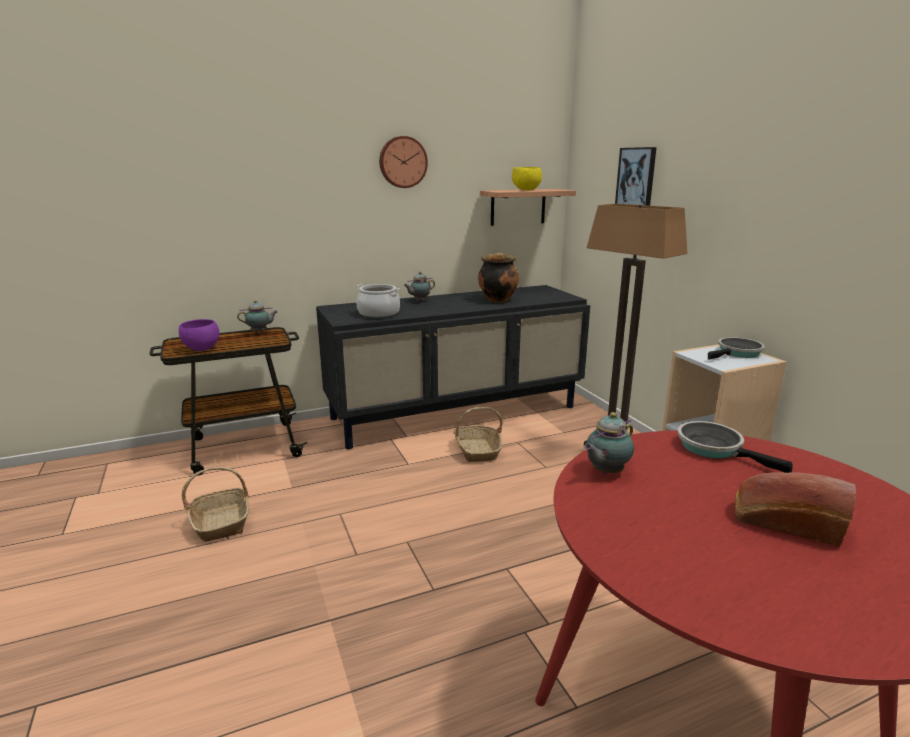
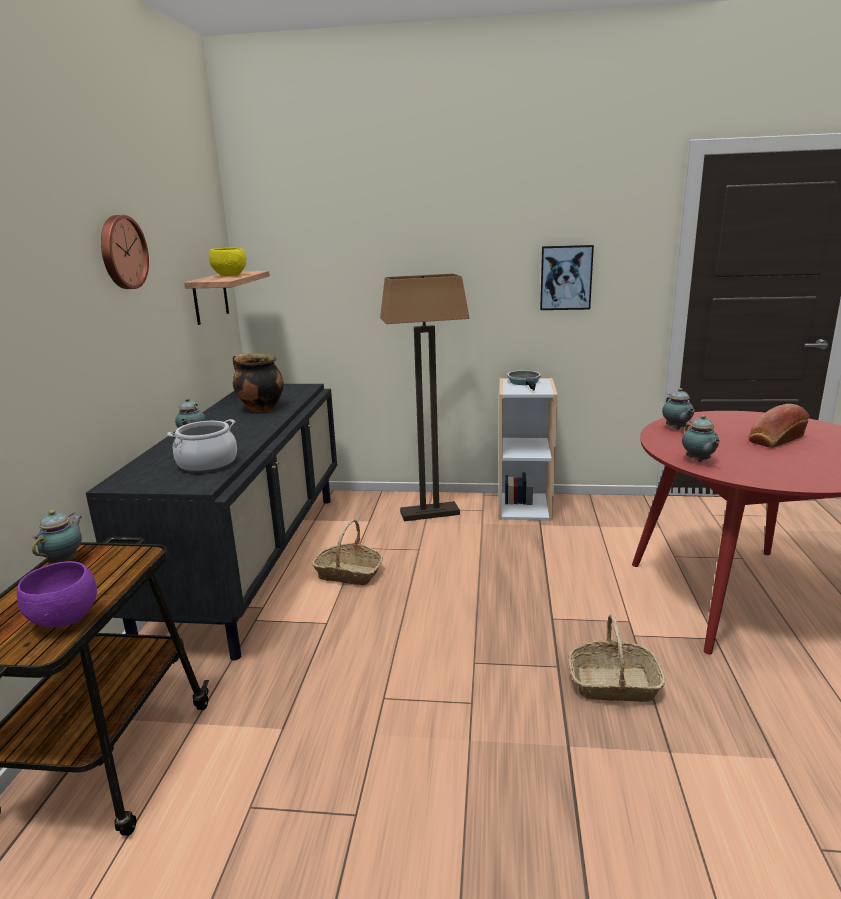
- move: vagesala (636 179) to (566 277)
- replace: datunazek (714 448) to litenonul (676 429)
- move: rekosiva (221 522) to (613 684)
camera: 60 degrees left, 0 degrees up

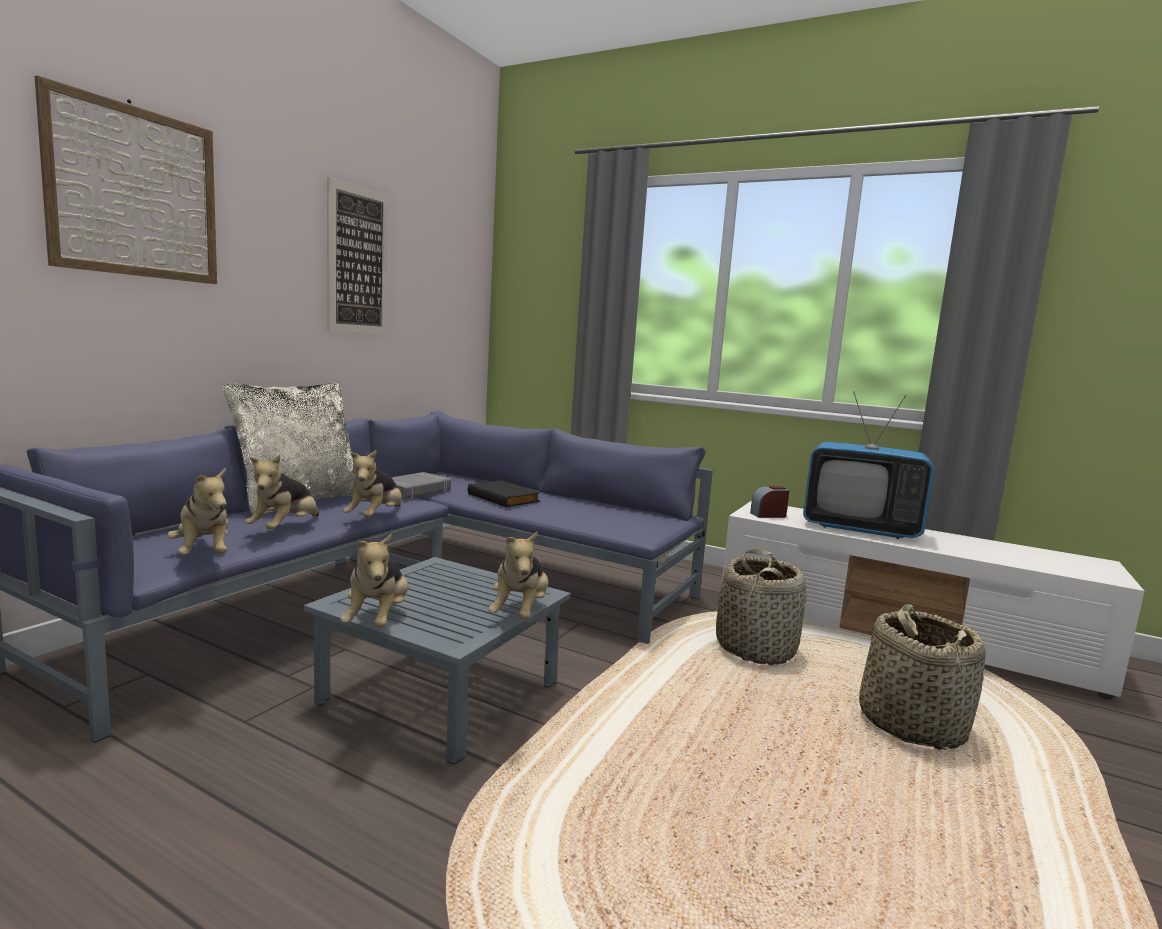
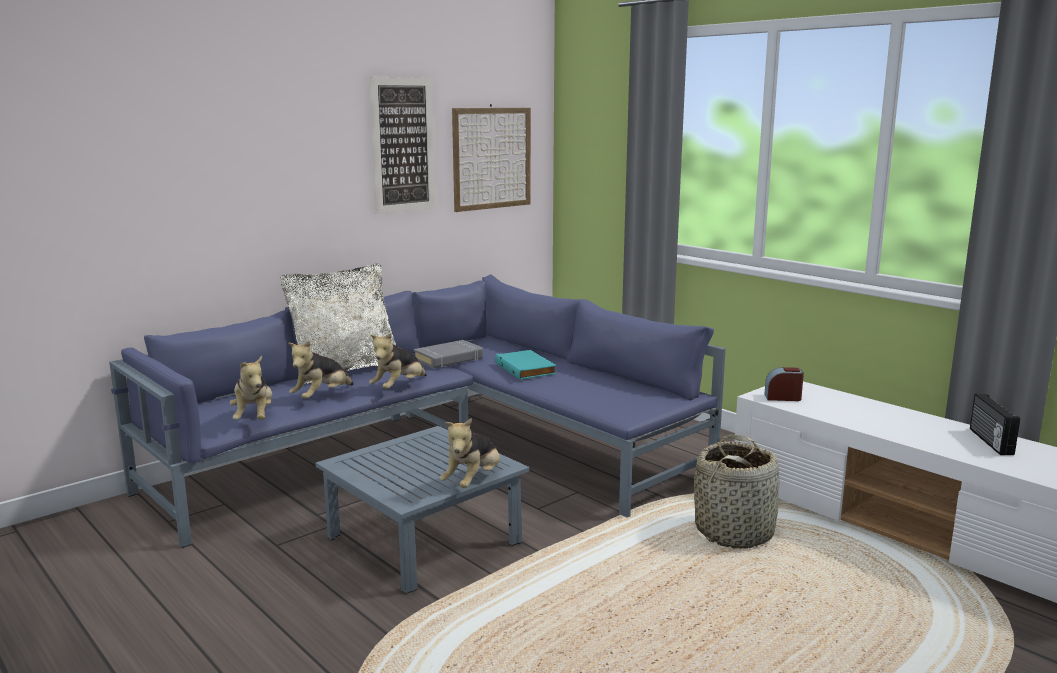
- move: vagesala (135 189) to (491 156)
- delete: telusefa (860 529)
- recolor: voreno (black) (505 498) to voreno (turquoise) (526 368)
- delete: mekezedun (378 620)
- delete: rekosiva (911 724)
- insert: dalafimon (989 441)
camera: 20 degrees right, 5 degrees up

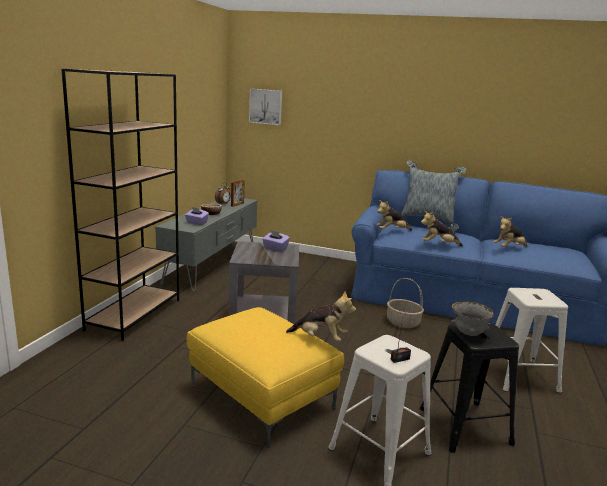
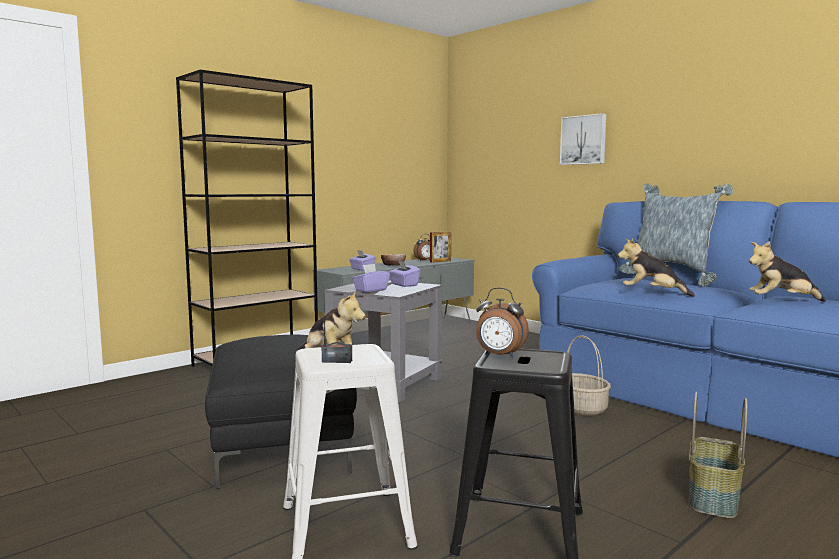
- move: vagesala (266 106) to (584 140)
- delete: mekezedun (392 231)
- replace: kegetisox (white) (519 376) to rekosiva (714 498)
- replace: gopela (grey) (468 334) to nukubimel (499 356)
- recolor: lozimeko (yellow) (259 397) to lozimeko (black) (279 443)
- insert: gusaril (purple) (371 290)
camera: 30 degrees right, 10 degrees down

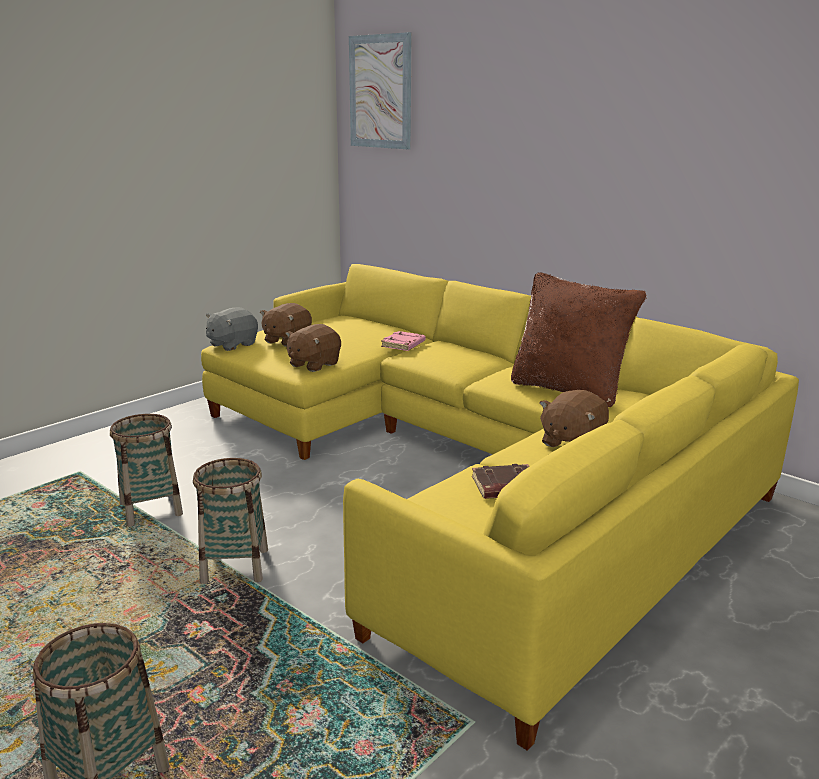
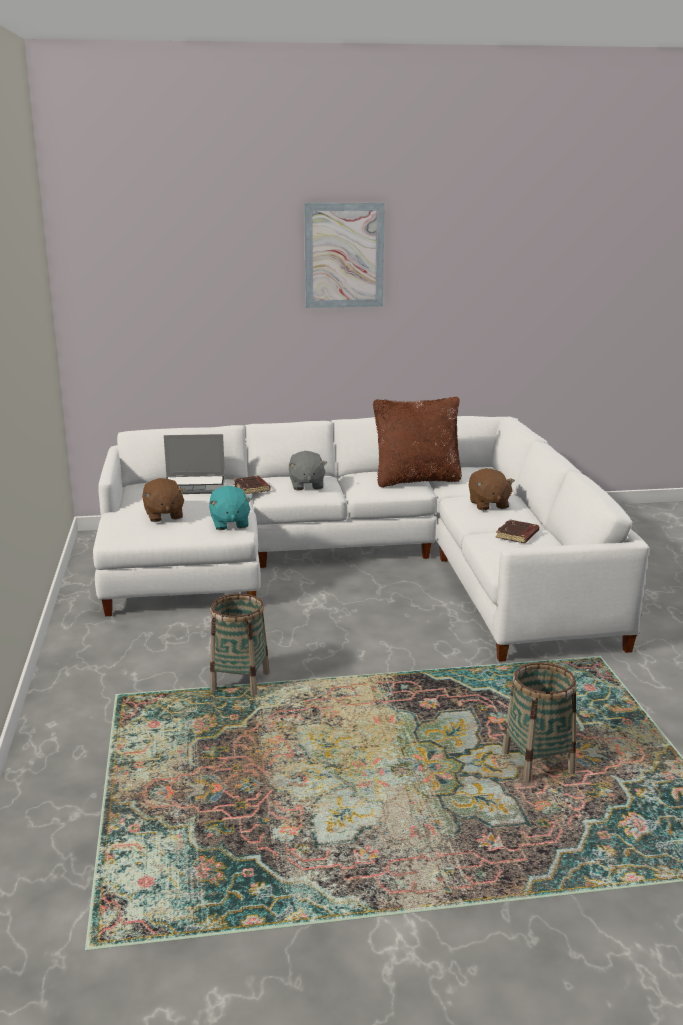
- move: vagesala (380 92) to (344 255)
- recolor: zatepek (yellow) (470 469) to zatepek (white) (360 564)
- move: mekezedun (grey) (232 344) to (306 485)
- recolor: mekezedun (brown) (313 364) to mekezedun (turquoise) (229 523)
- recolor: voreno (pink) (403 345) to voreno (brown) (252 488)
- delete: rekosiva (235 565)
- insert: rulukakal (195 486)
camera: 50 degrees left, 0 degrees up

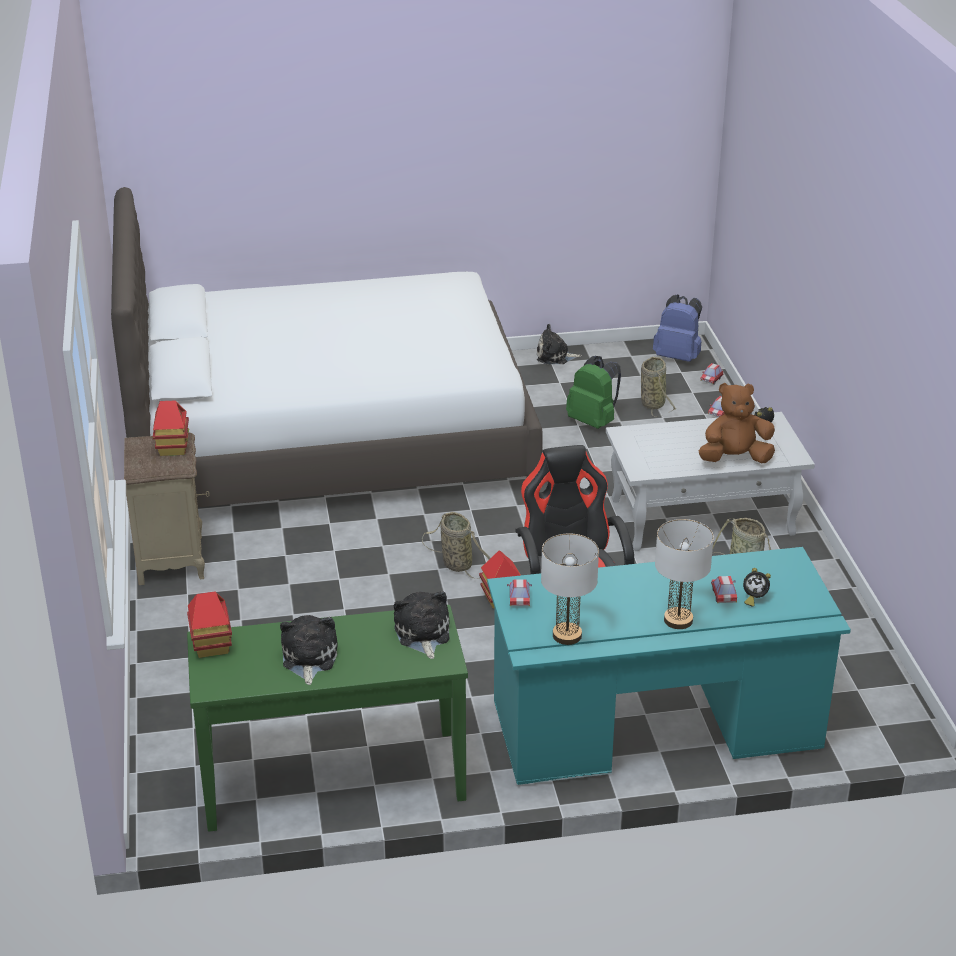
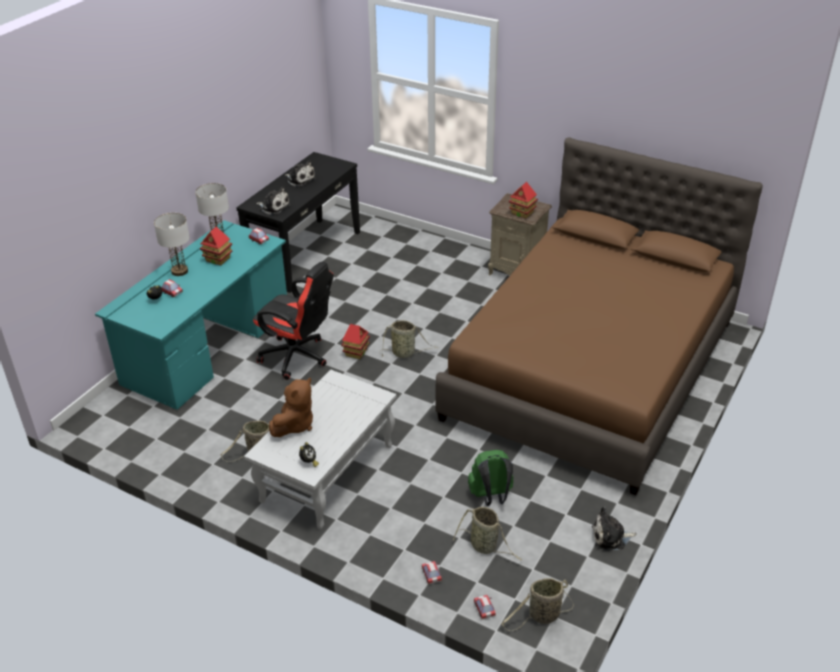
- recolor: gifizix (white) (328 437) to gifizix (brown) (592 369)
- replace: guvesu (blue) (678 357) to rekosiva (542 616)
- rotate: mekezedun (555 356) = (611 537) 135 degrees counterclockwise
- move: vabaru (211 645) to (218 259)
- recolor: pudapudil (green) (333 780) to pudapudil (black) (305 254)
camera: 130 degrees right, 5 degrees up

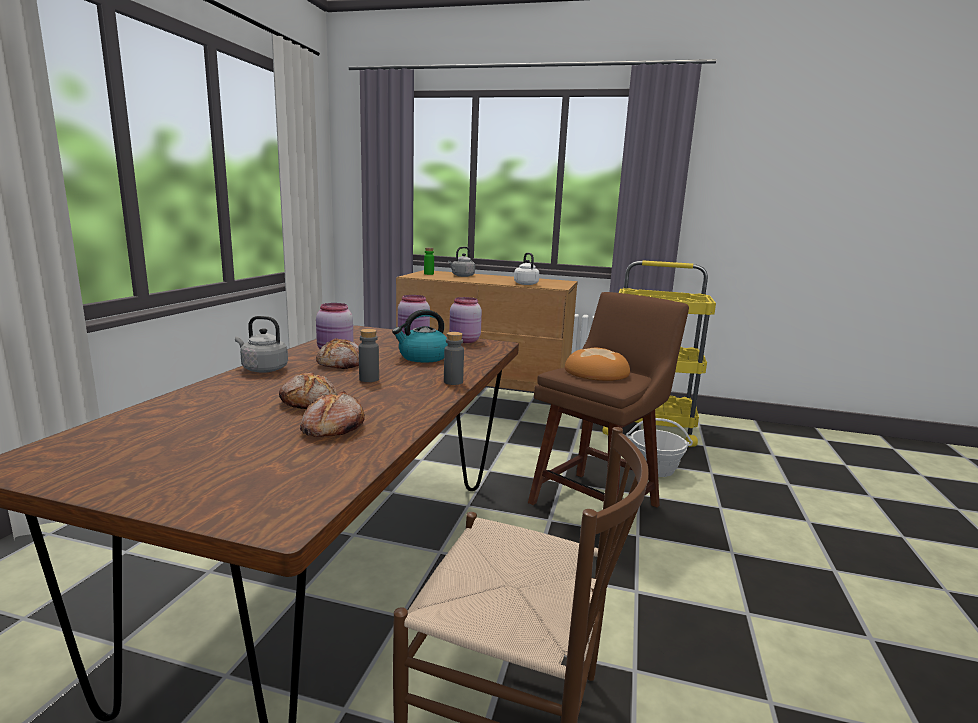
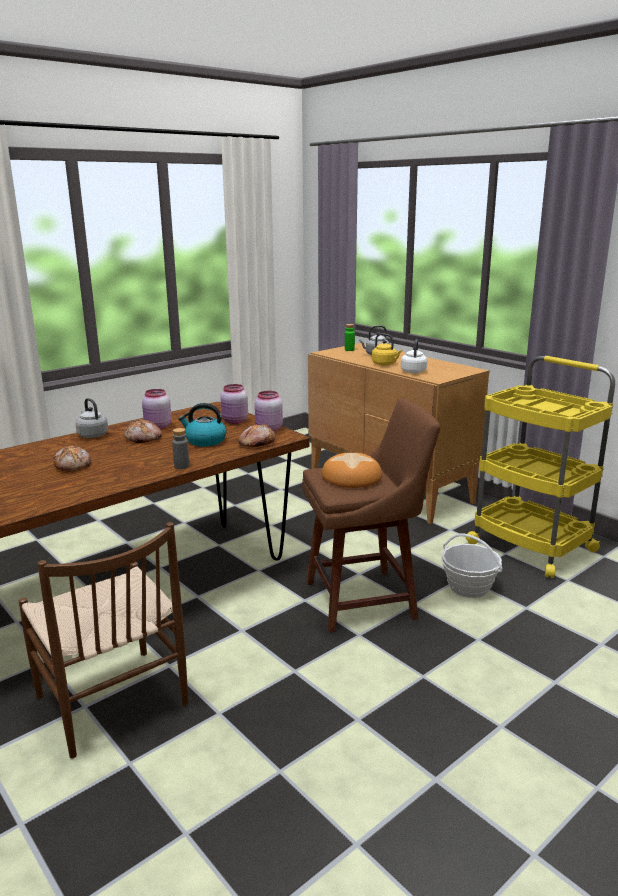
- delete: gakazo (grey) (369 379)
- move: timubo (332 428) to (256 443)
- insert: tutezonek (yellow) (385 364)
camera: 35 degrees right, 5 degrees up

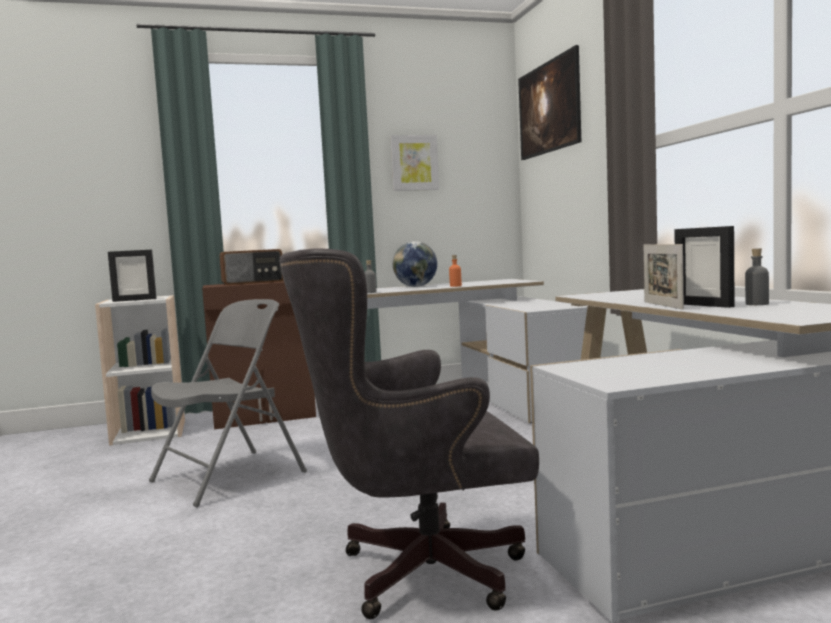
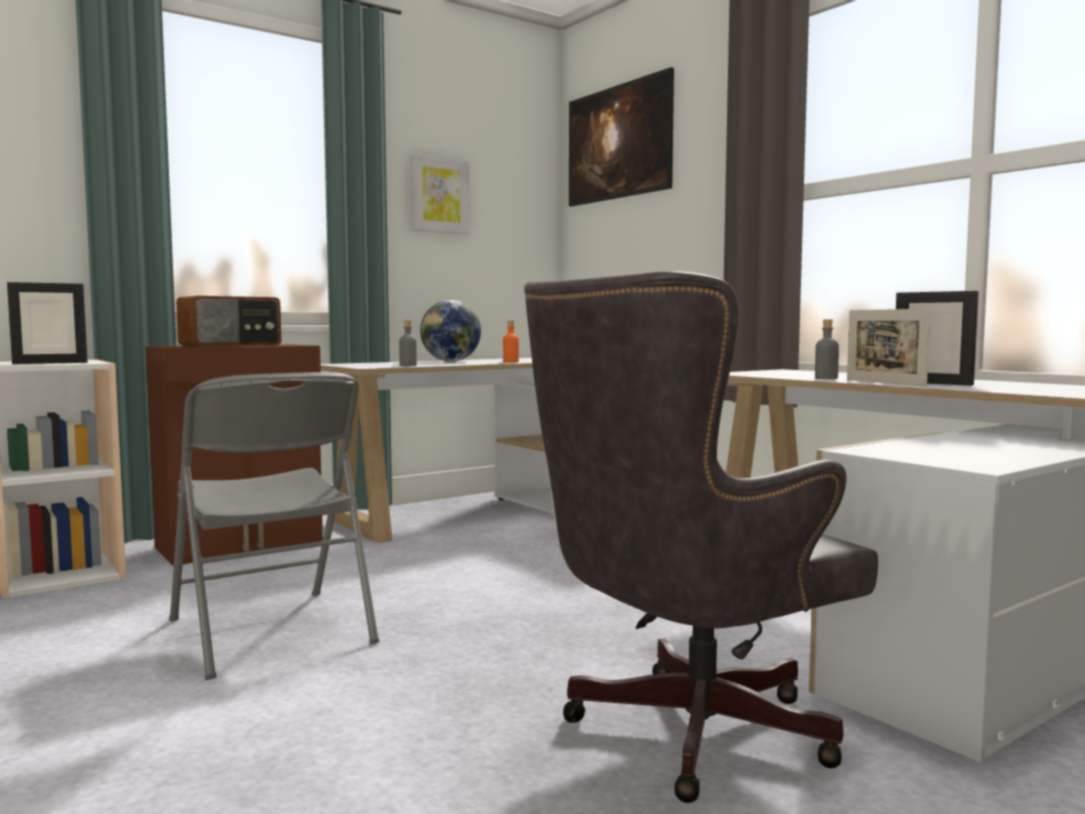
- move: gakazo (grey) (757 304) to (826 378)
- rotate: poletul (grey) (228 477) = (269 631) 120 degrees clockwise
camera: 20 degrees left, 0 degrees up

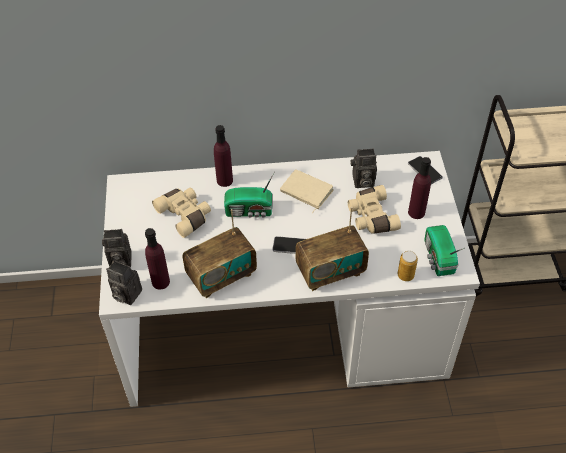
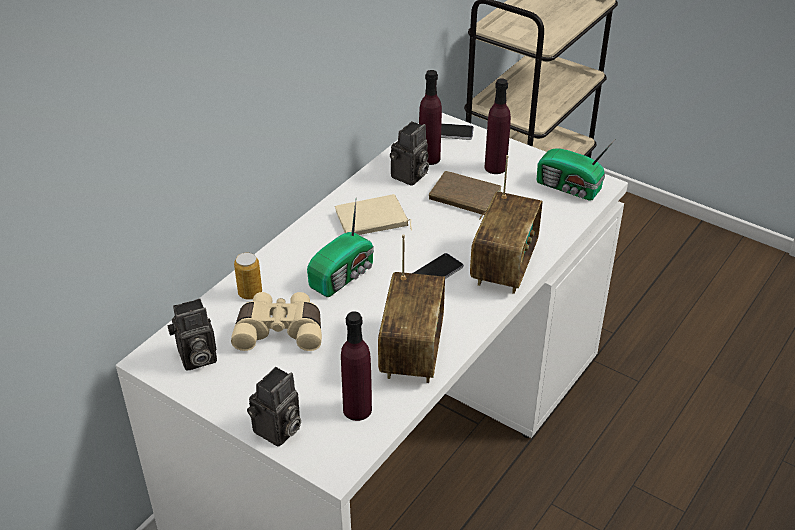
- move: gakazo (purple) (224 180) to (429 158)
- replace: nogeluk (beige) (370 217) to voreno (brown) (464 198)
- move: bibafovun (405 275) to (250 293)
- move: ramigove (125 294) to (196 358)
camera: 50 degrees left, 10 degrees down

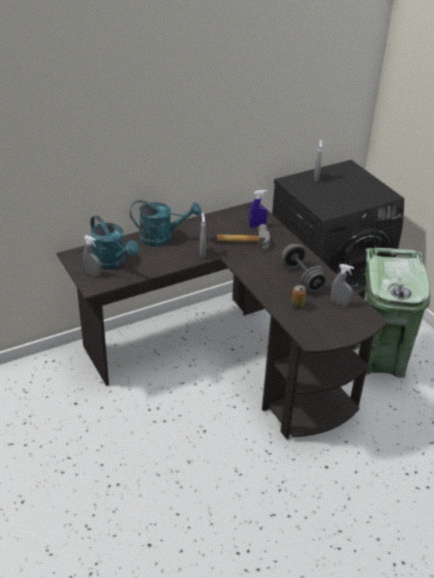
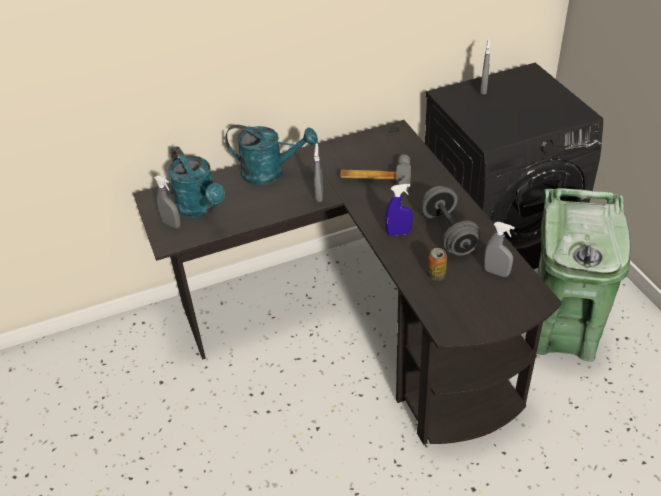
- move: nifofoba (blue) (257 226) to (398 233)
camera: 10 degrees right, 5 degrees up

